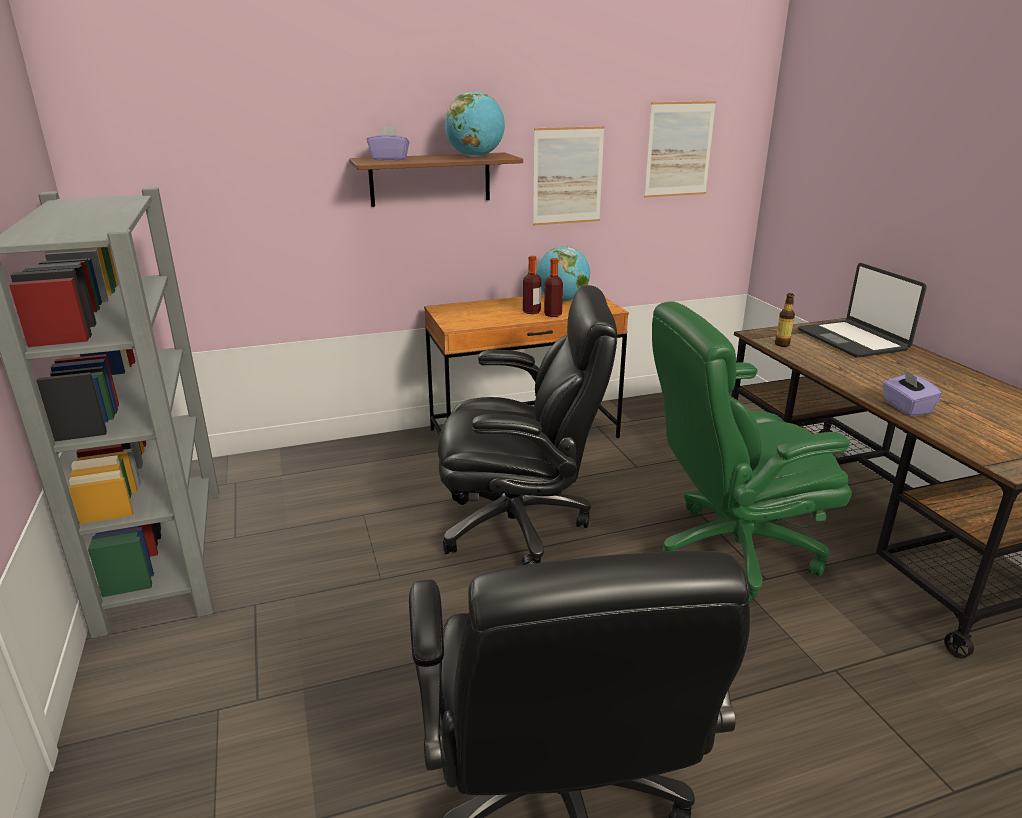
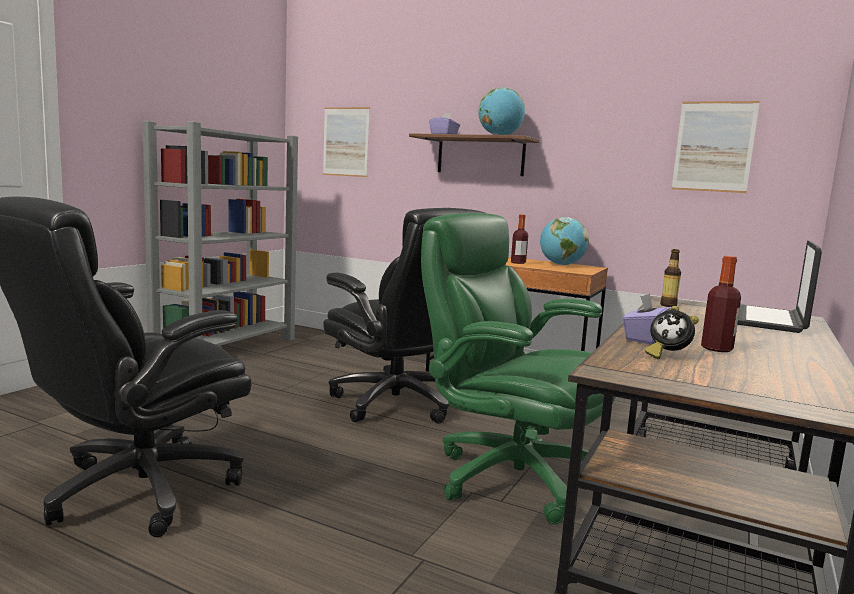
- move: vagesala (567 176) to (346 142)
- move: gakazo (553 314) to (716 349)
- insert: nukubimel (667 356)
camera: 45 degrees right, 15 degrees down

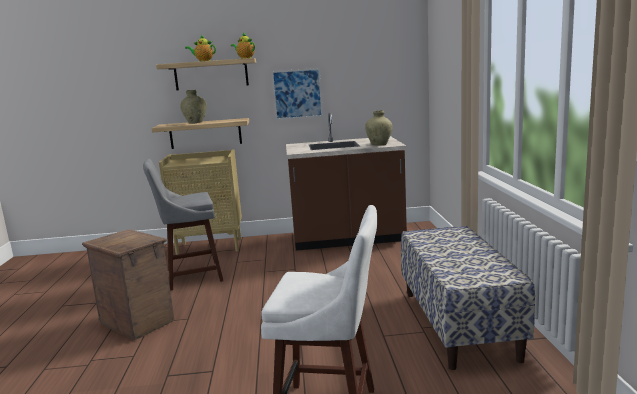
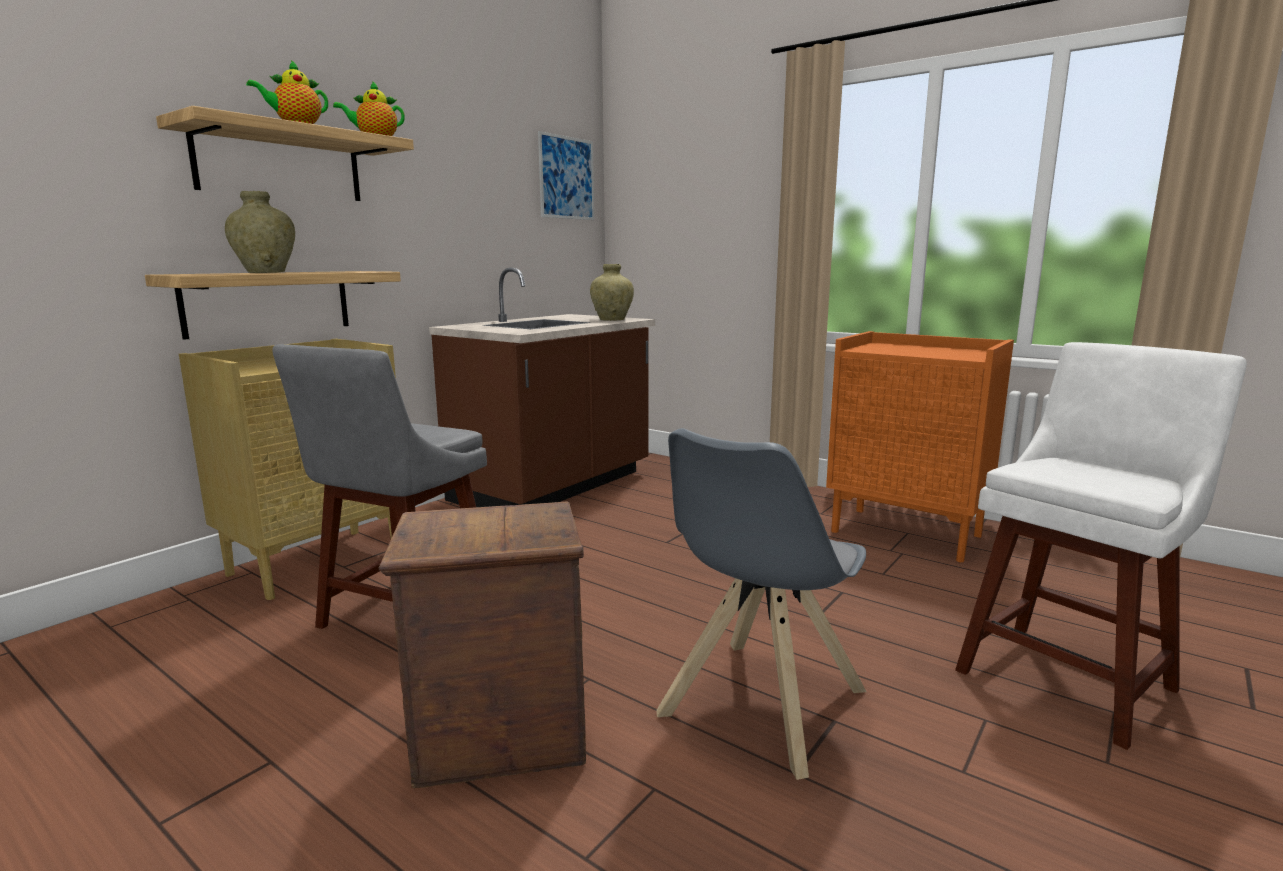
- move: vagesala (297 94) to (566 178)
- replace: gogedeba (458 324) to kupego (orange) (906 534)
- insert: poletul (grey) (759 705)
camera: 50 degrees left, 0 degrees up

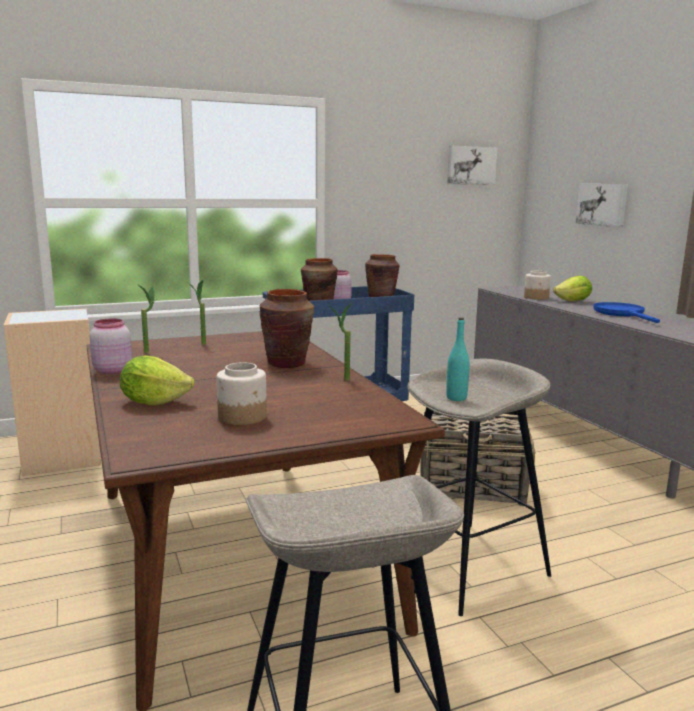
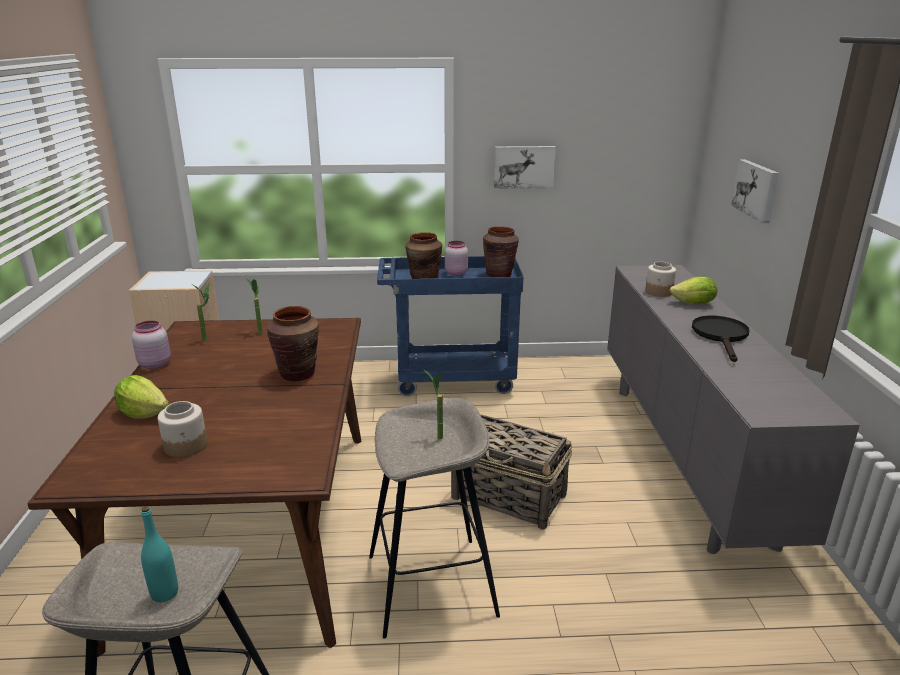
- move: vagesala (471 165) to (524 166)
- recolor: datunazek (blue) (622 314) to datunazek (black) (721 336)
- move: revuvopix (341 379) to (435 435)
- move: gakazo (turquoise) (456 398) to (164 593)
camera: 20 degrees right, 10 degrees up

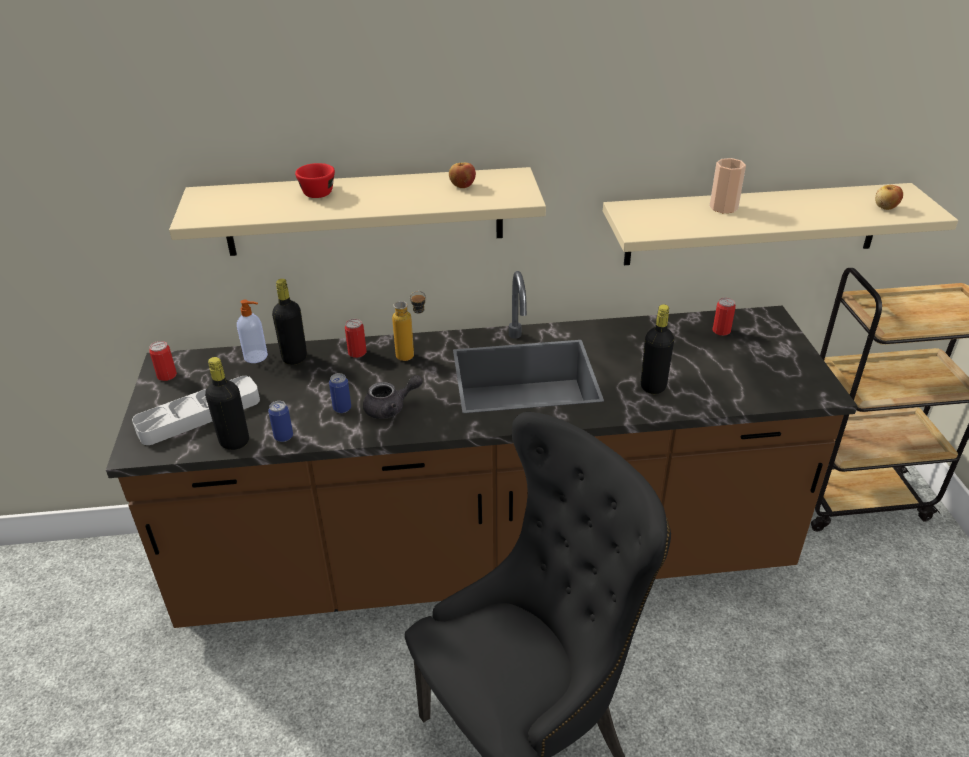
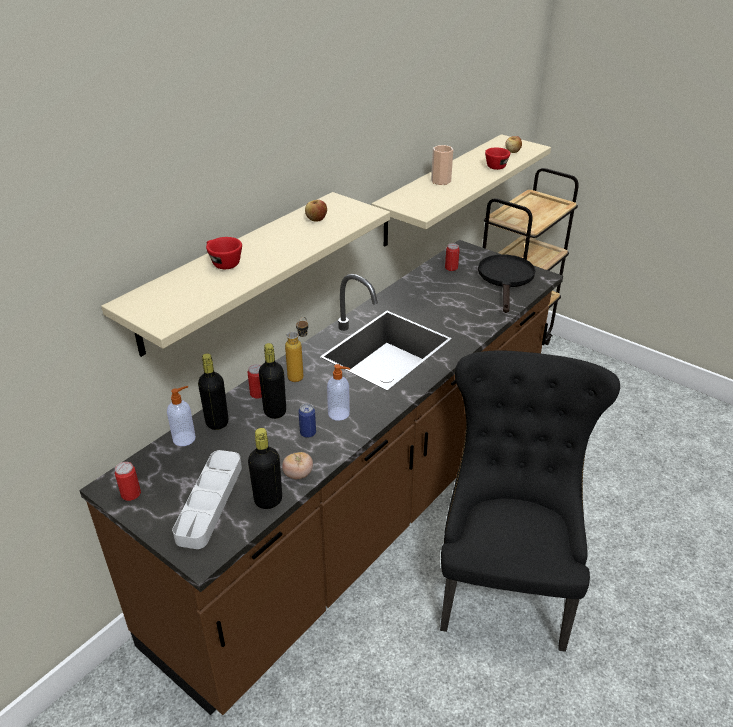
- move: gakazo (black) (653 386) to (275 411)
- replace: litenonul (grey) (391 408) to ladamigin (339 414)
- replace: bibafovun (283 436) to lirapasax (298 474)
- insert: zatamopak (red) (498 166)
- insert: datunazek (black) (506 279)
camera: 45 degrees left, 0 degrees up

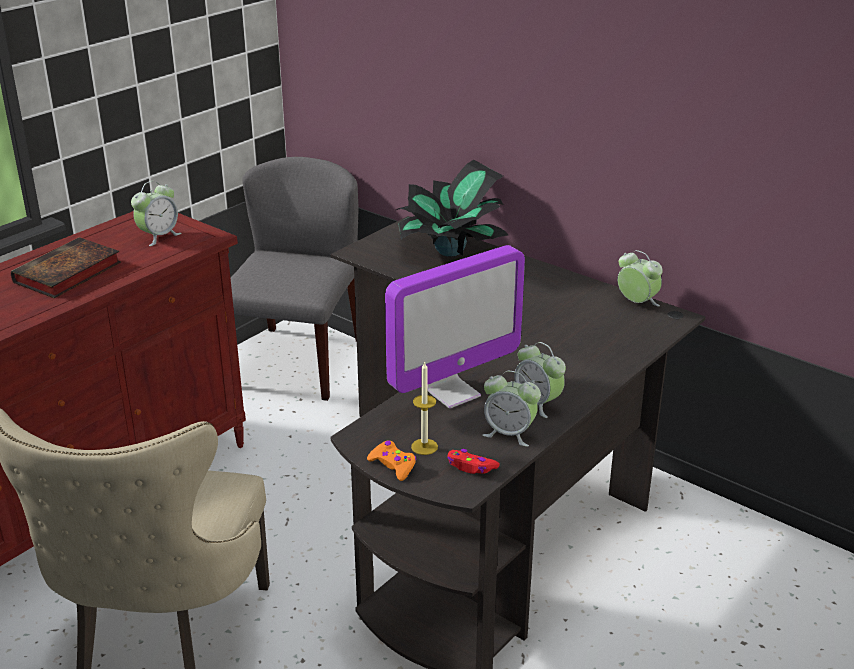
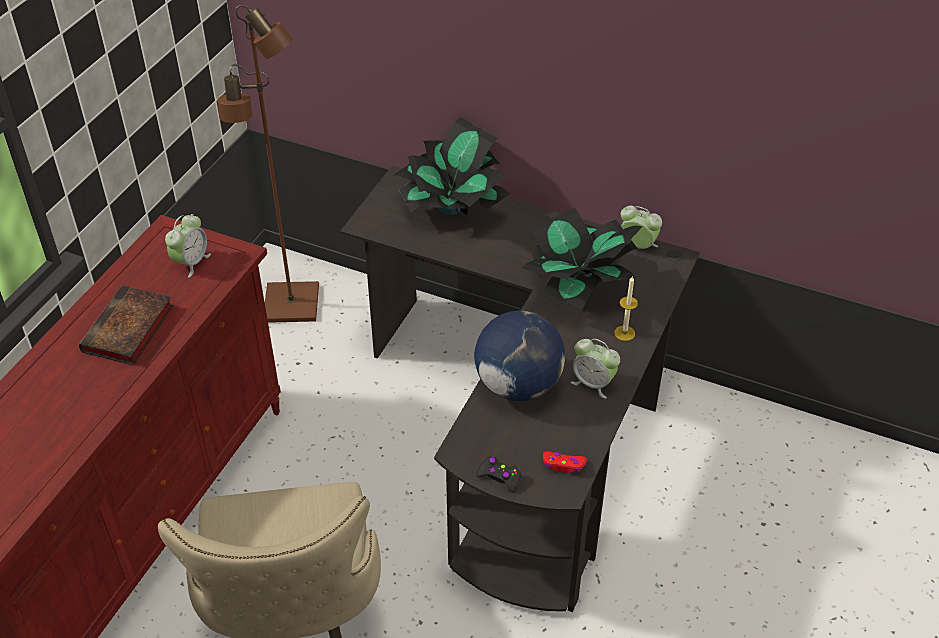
- replace: poletul (grey) (297 362) to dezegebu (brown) (291 303)
- replace: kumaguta (452 393) to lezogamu (518 385)
- move: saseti (424 447) to (624 333)
- delete: nukubimel (509 433)
- recolor: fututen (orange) (393 465) to fututen (black) (499 477)
- insert: revuvopix (577 288)
camera: 15 degrees left, 15 degrees up

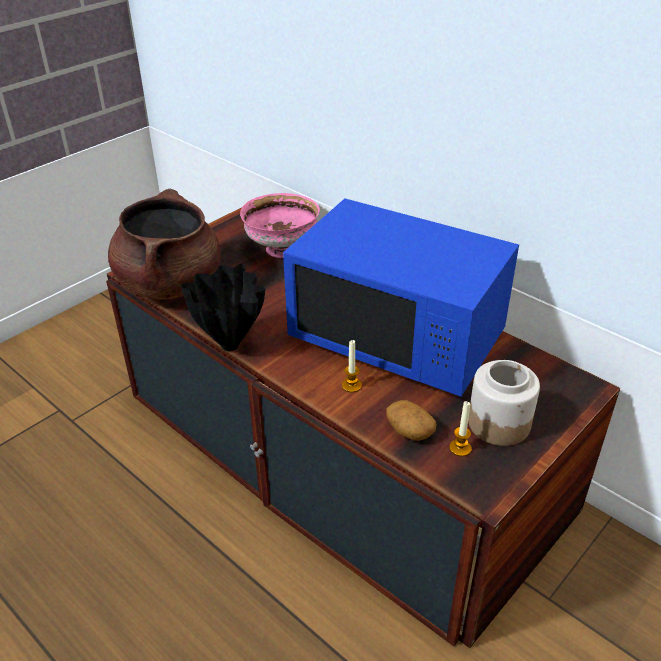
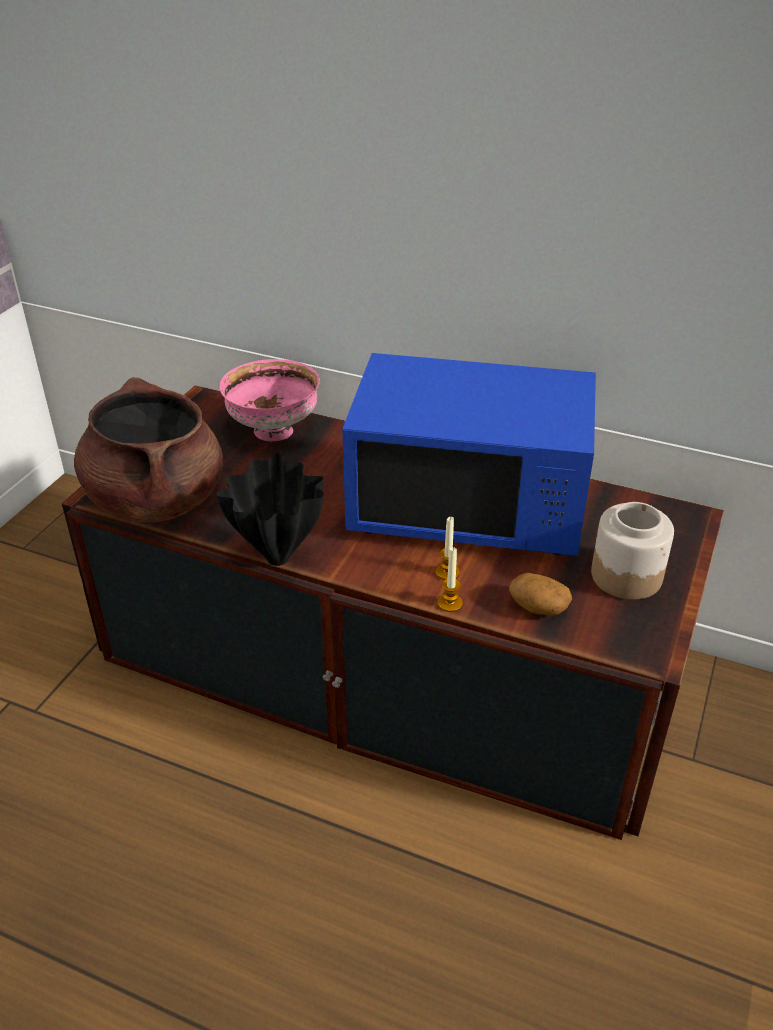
- move: saseti (460 448) to (450 603)
camera: 20 degrees left, 0 degrees up

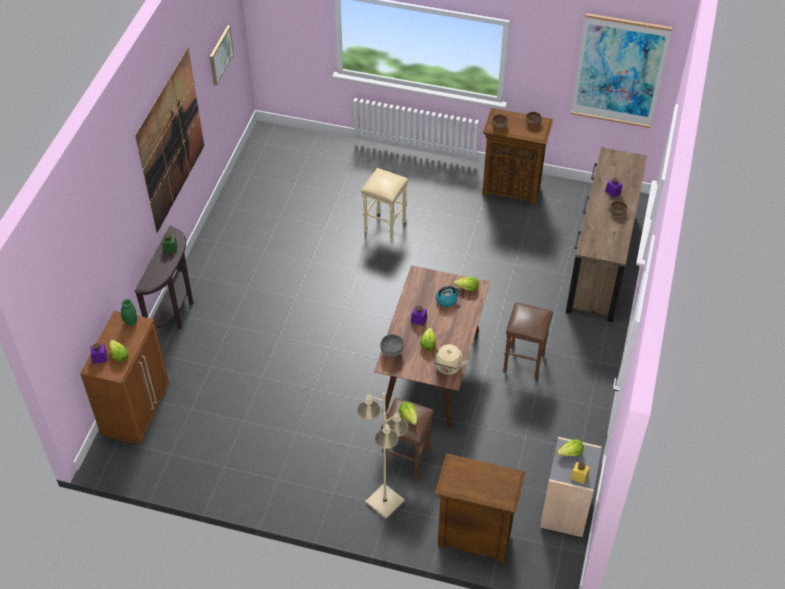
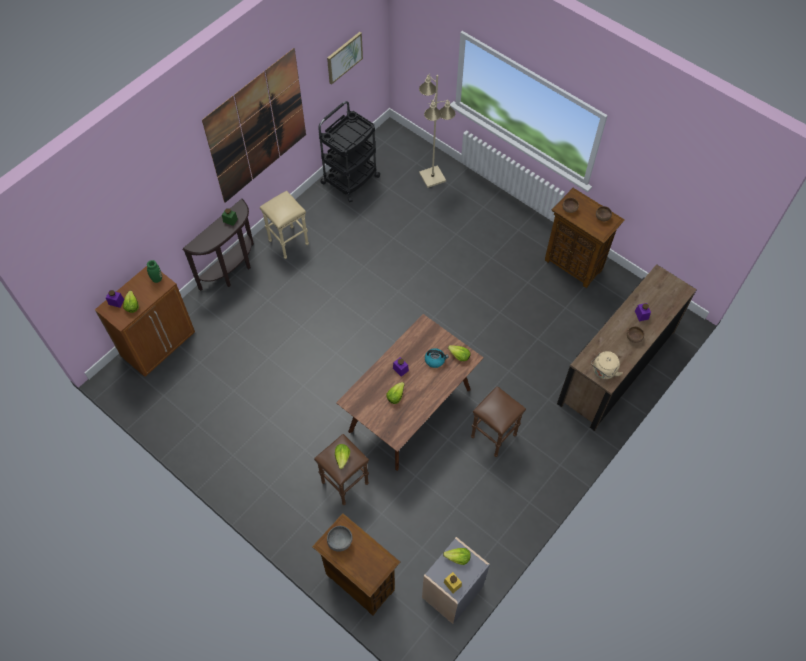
- delete: vagesala (619 71)
- move: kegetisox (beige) (384 226) to (288 241)
- move: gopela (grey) (392 352) to (340 542)
- move: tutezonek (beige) (448 368) to (603 371)
- move: dezegebu (beige) (385 501) to (432 177)
- insert: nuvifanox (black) (351 179)
camera: 25 degrees right, 10 degrees up

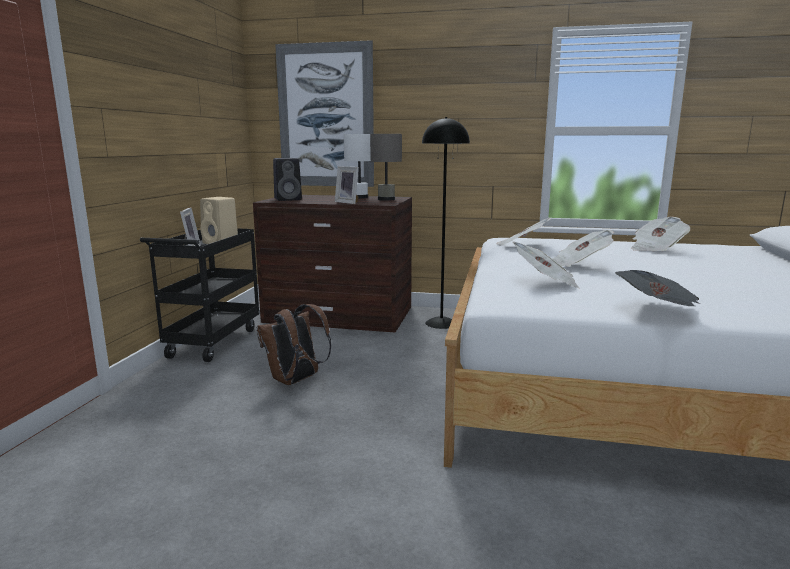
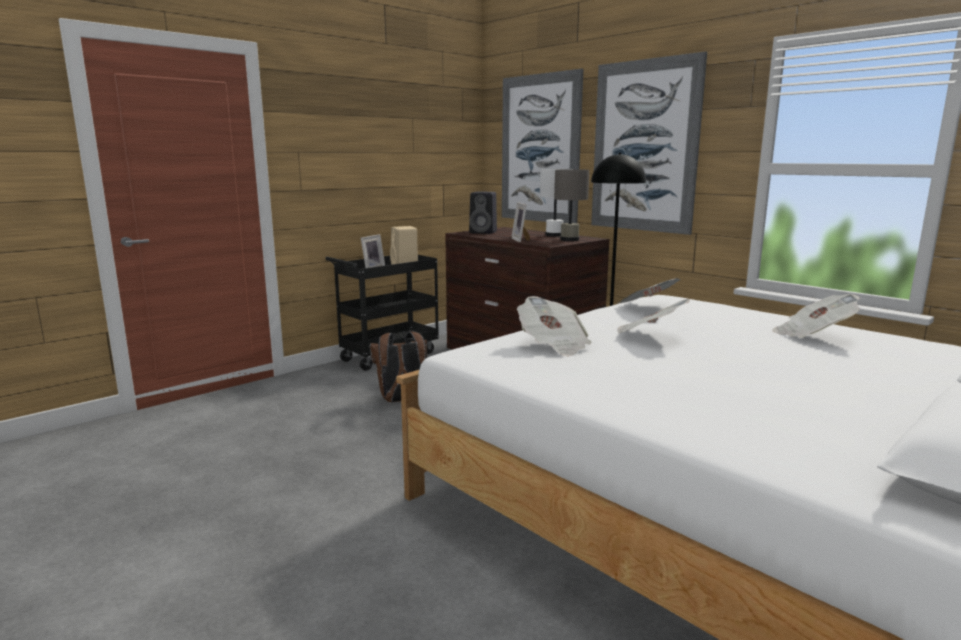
- delete: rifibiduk (657 310)
- insert: vagesala (644 147)
camera: 35 degrees right, 0 degrees up

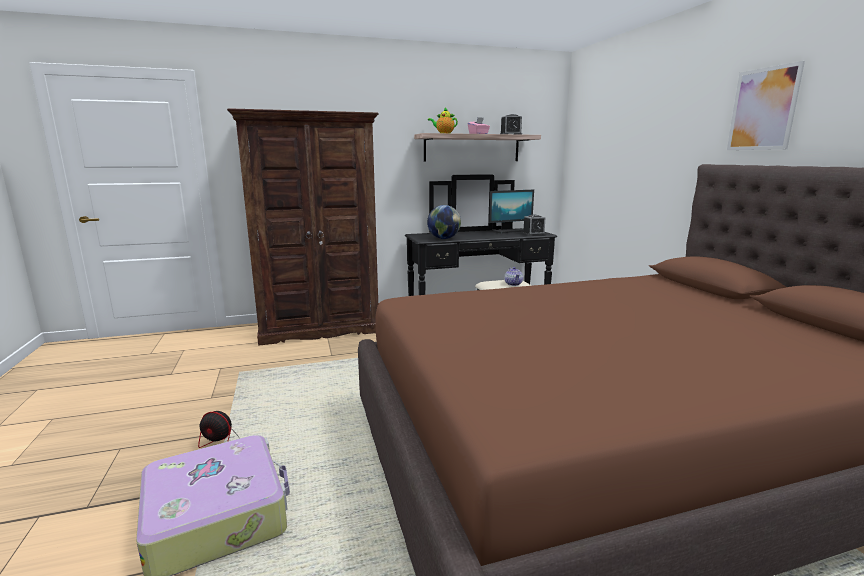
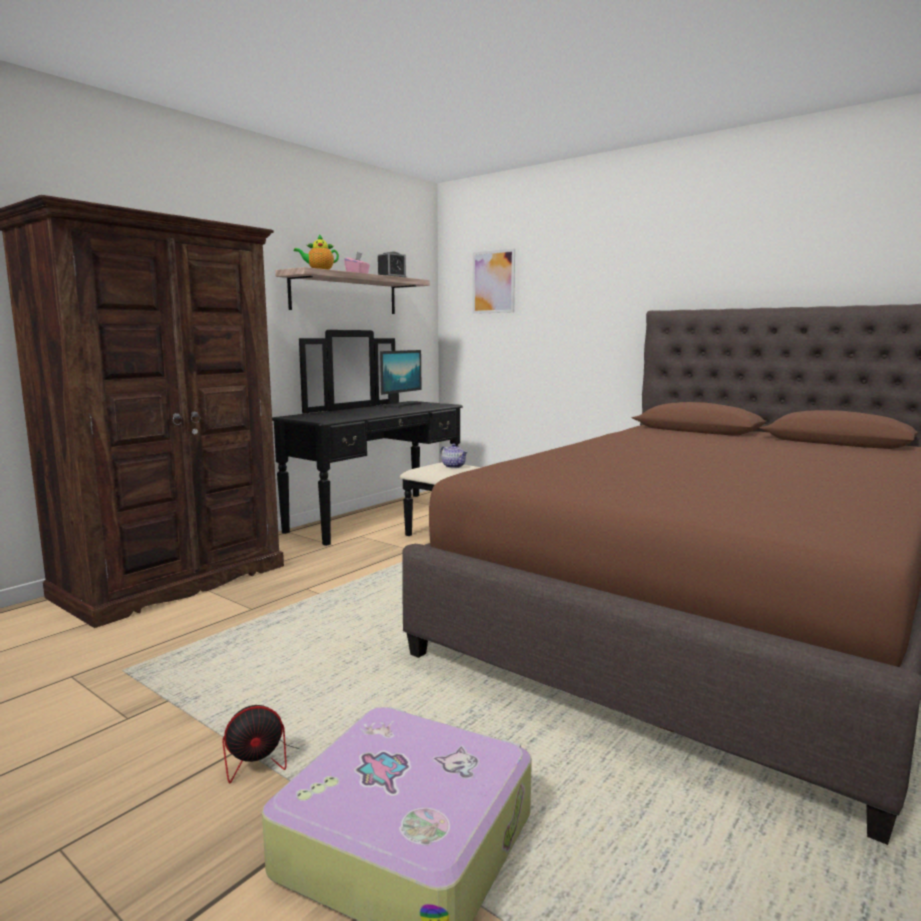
- move: vagesala (763 109) to (493 282)
- delete: lezogamu (443 238)
- delete: nukubimel (533 234)
camera: 35 degrees left, 5 degrees down

